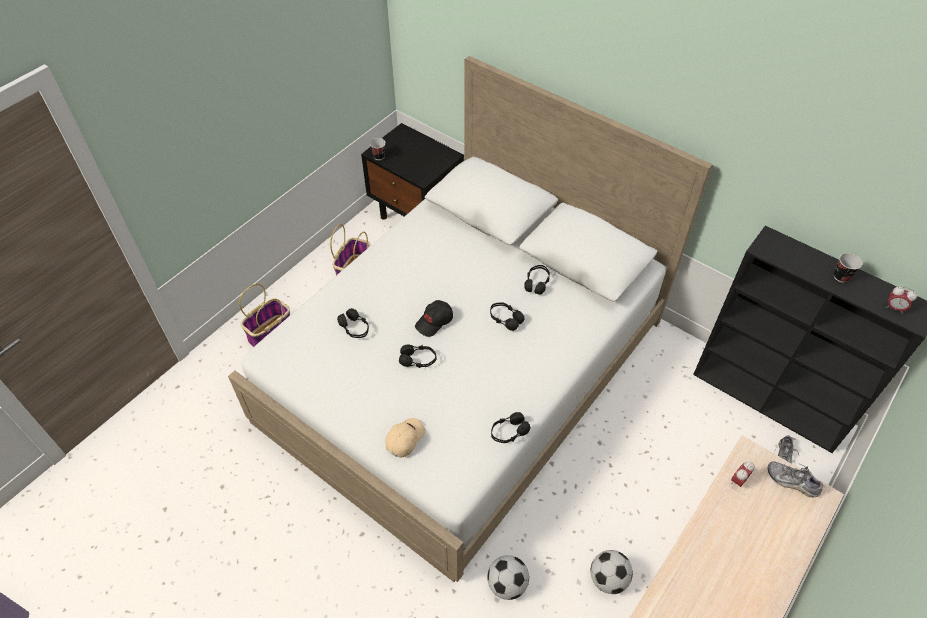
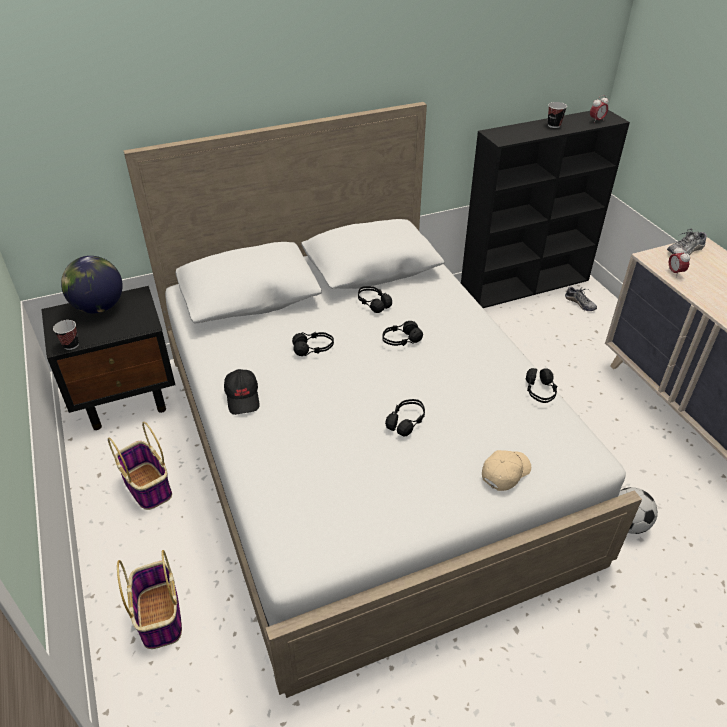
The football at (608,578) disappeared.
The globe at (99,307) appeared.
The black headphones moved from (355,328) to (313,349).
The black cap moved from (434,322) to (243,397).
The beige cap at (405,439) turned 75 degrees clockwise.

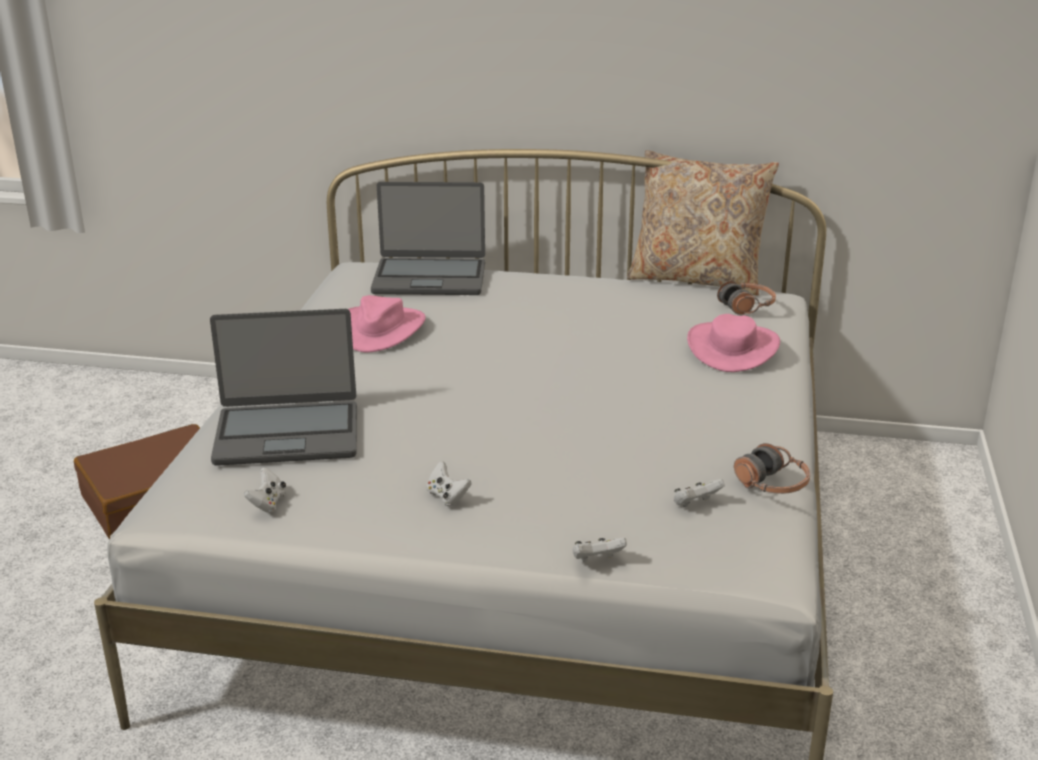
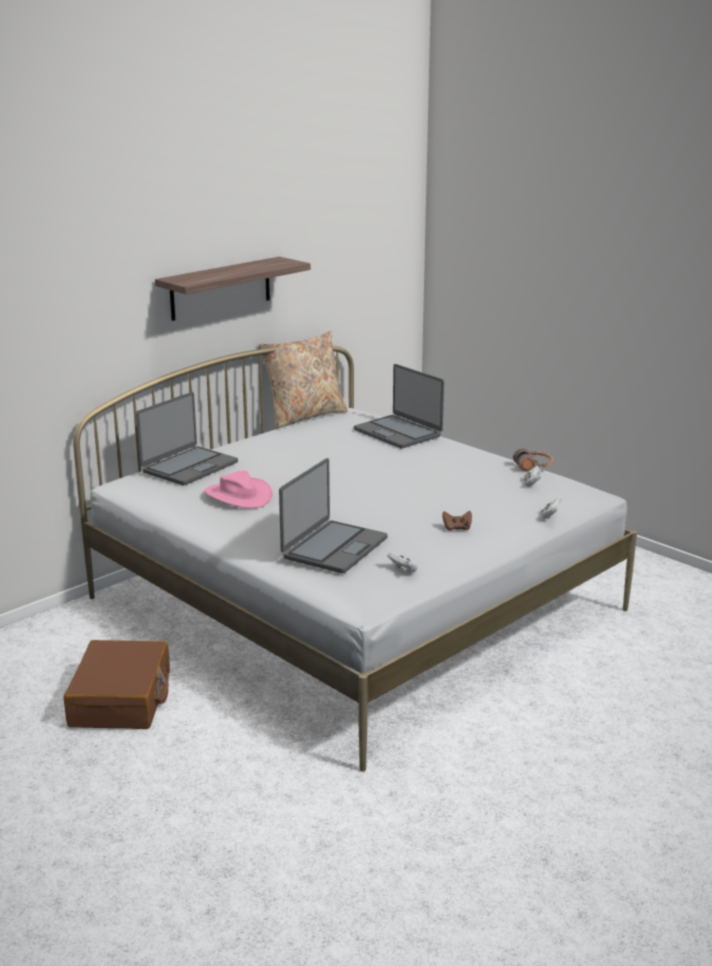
The headphones at (746,306) disappeared.
The shelf at (220,288) appeared.
The pink hat at (733,348) was replaced by the laptop at (398,433).
The white game controller at (447,497) became the brown game controller at (457,528).

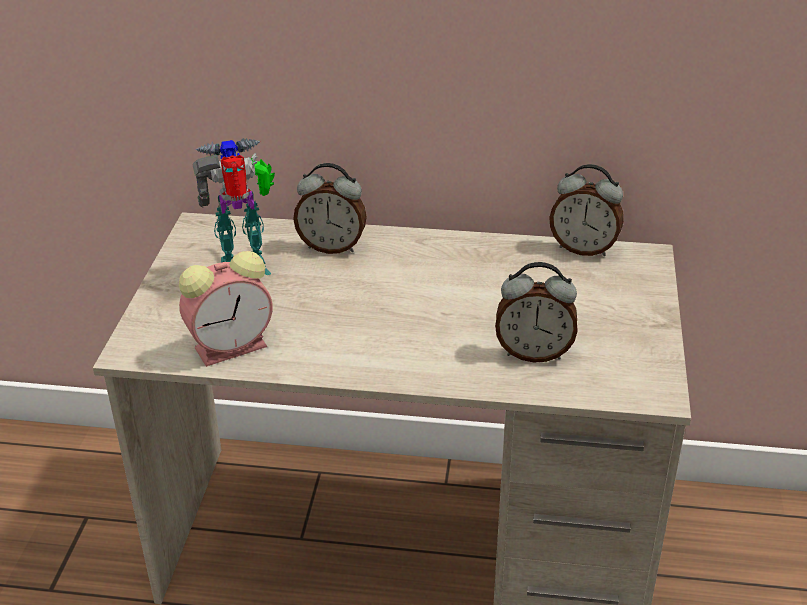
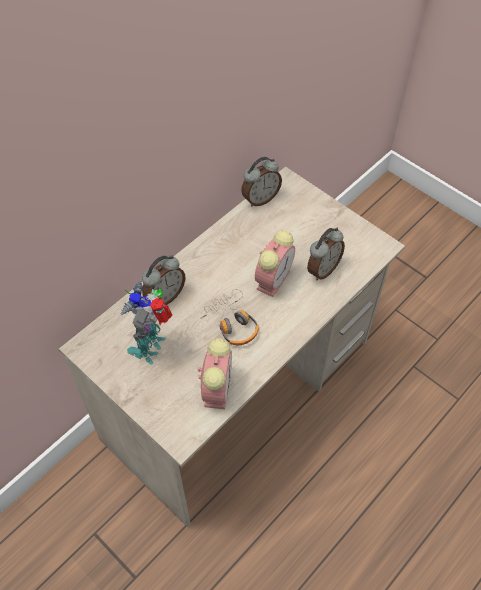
The headphones at (232,323) appeared.
The alarm clock at (273,278) appeared.

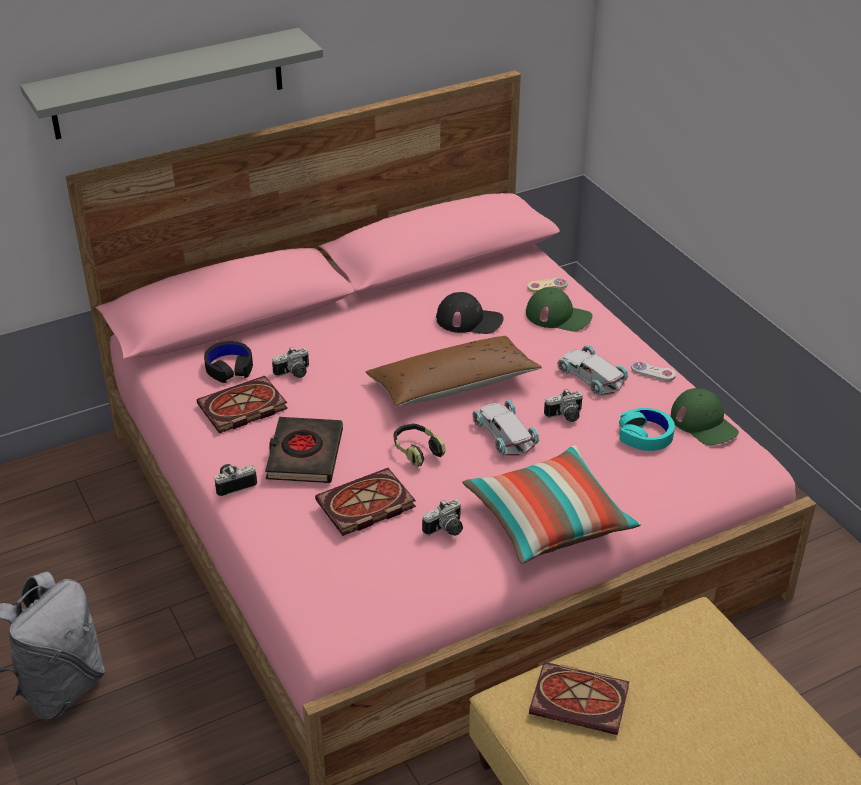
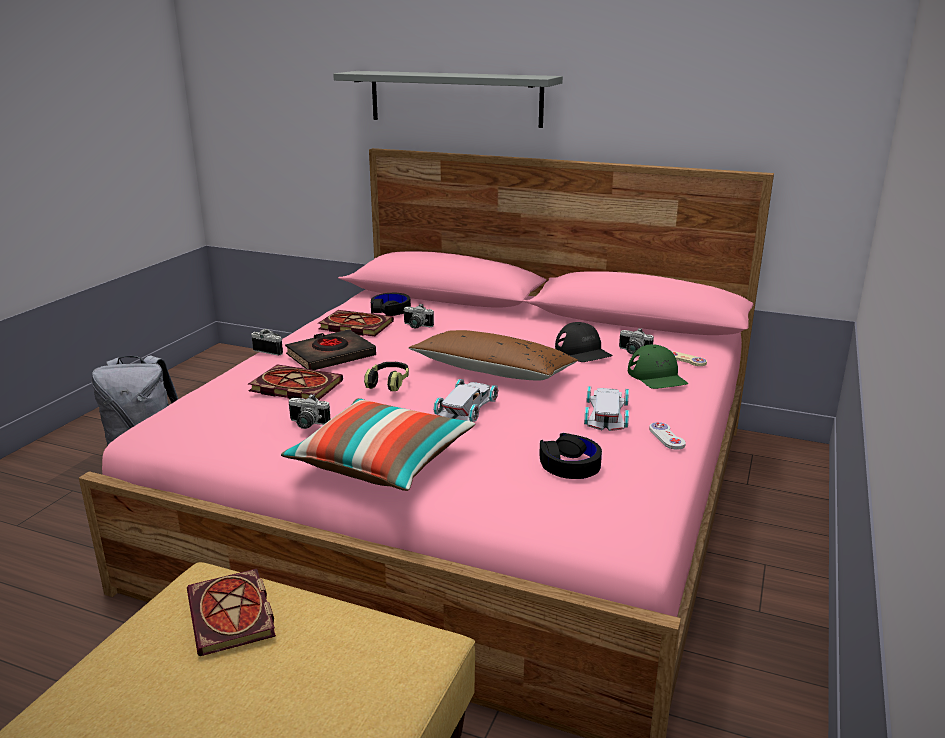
The green cap at (703,423) disappeared.
The photo camera moved from (565,416) to (632,352).
The turquoise headphones at (645,435) became the black headphones at (569,464).

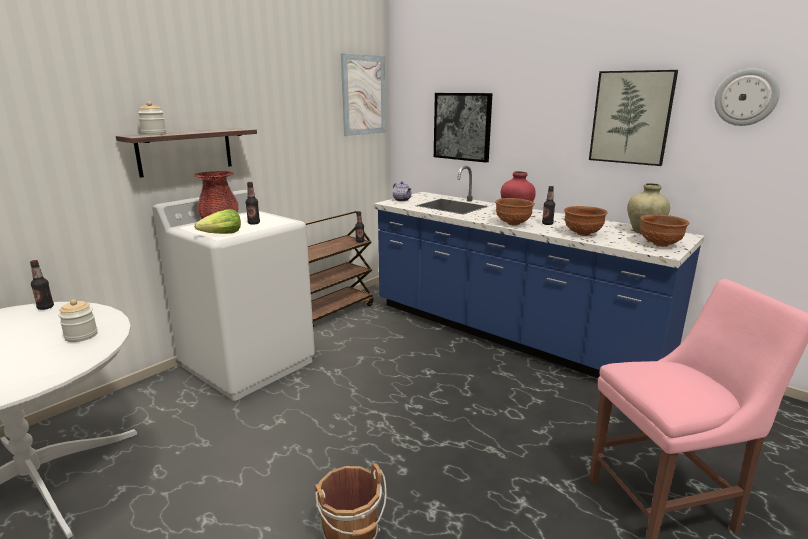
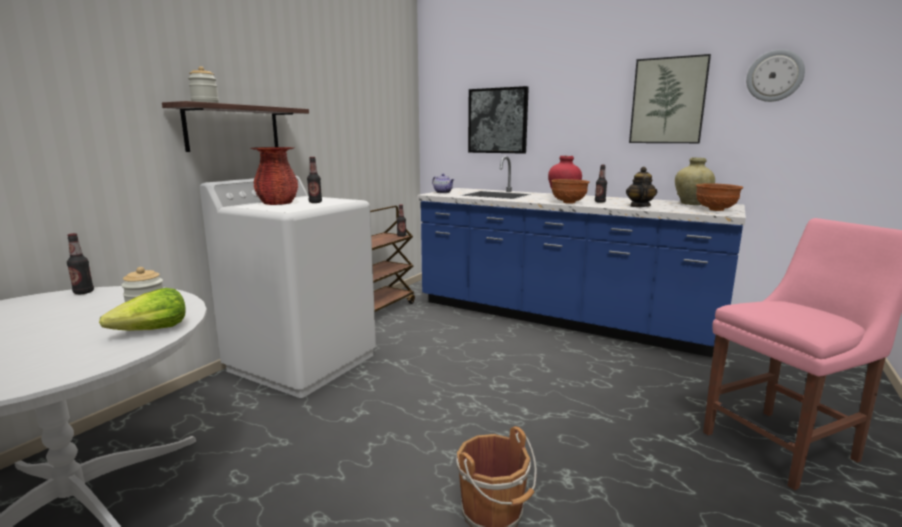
The picture at (363,95) disappeared.
The lettuce moved from (222,235) to (152,331).
The brown bowl at (582,234) was replaced by the teapot at (639,206).

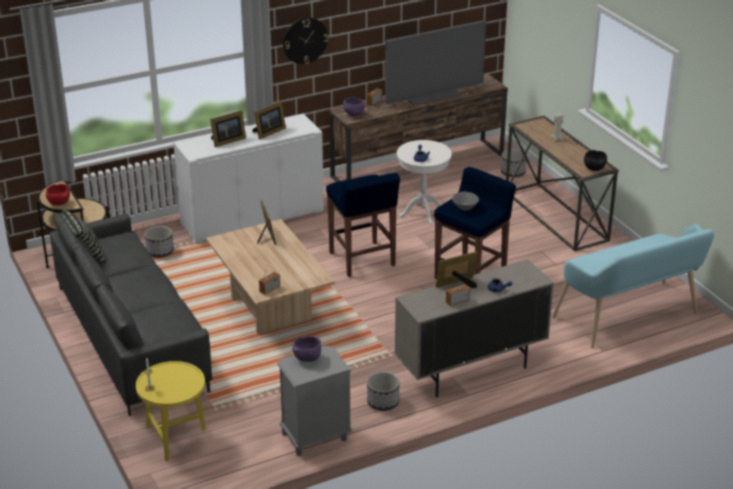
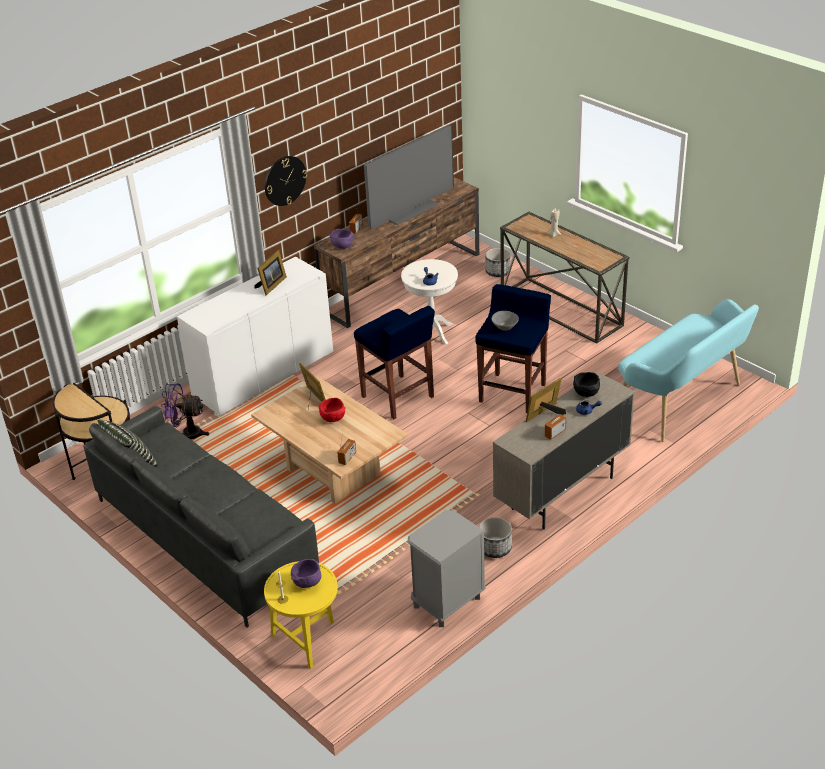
The picture frame at (227,141) disappeared.
The red bowl moved from (59,203) to (333,419).
The purple bowl moved from (307,359) to (307,583).
The black bowl moved from (595,169) to (587,393).
The planter at (160,252) was replaced by the purple fan at (186,434).

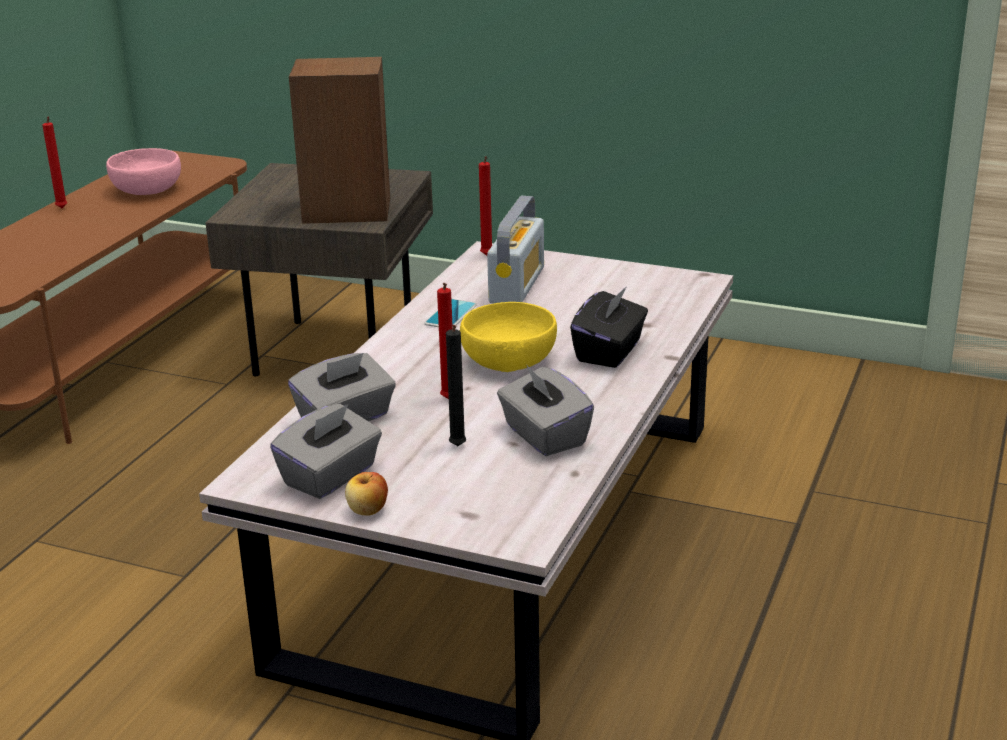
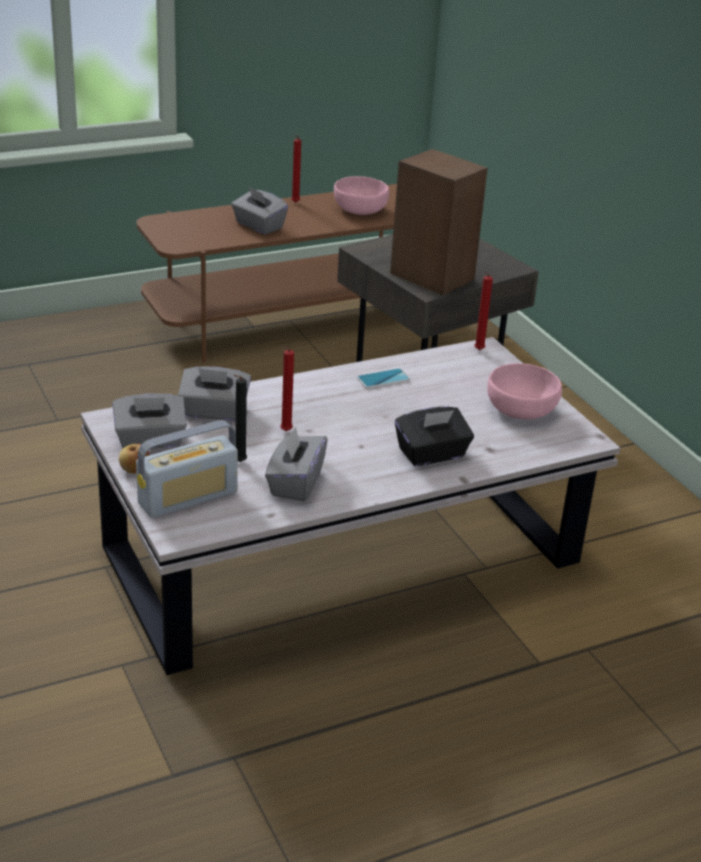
The yellow bowl at (510,360) disappeared.
The grey tissue box at (258,226) appeared.
The pink bowl at (520,409) appeared.
The radio moved from (517,285) to (188,498).

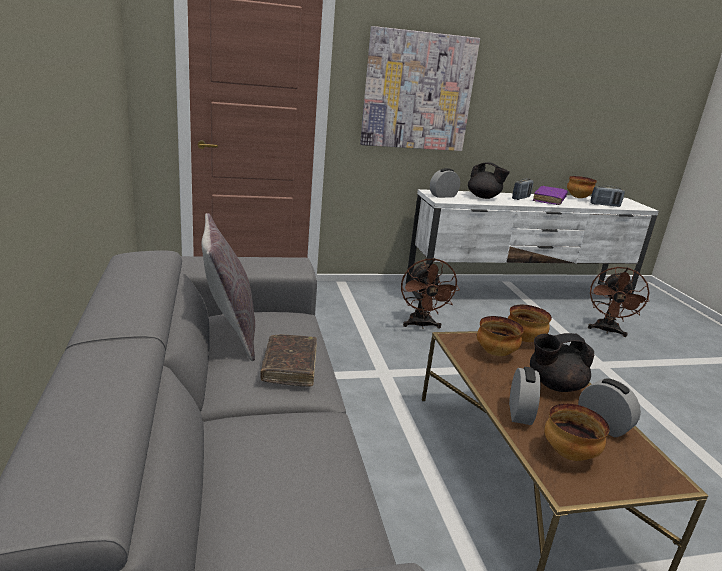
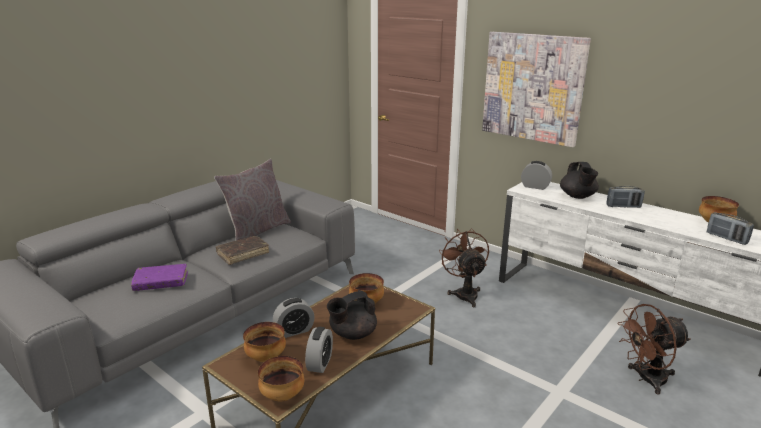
The bowl moved from (524,340) to (282,396).
The purple book moved from (549,200) to (161,282).
The brown fan at (421,325) turned 120 degrees clockwise.
The black teapot at (554,385) turned 75 degrees counterclockwise.

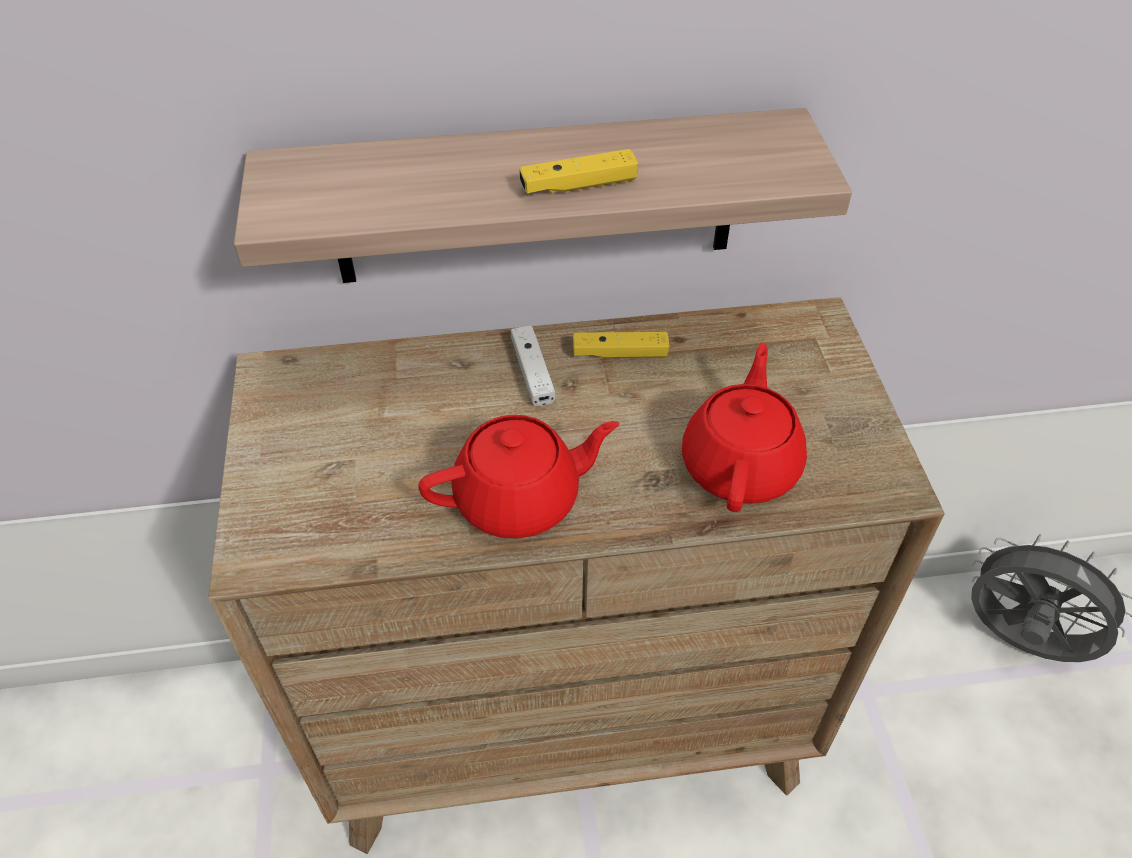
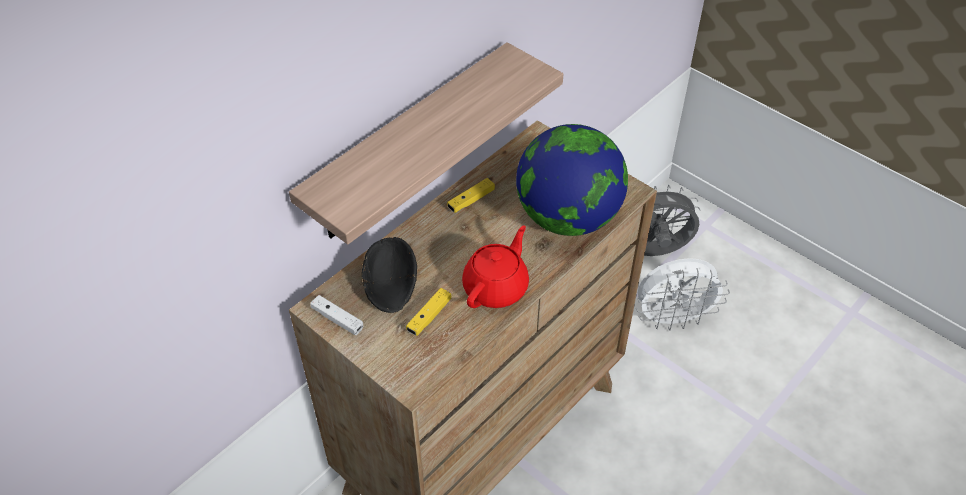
The black bowl at (389,288) appeared.
The white fan at (673,319) appeared.
The white game controller moved from (532,373) to (337,319).
The yellow game controller moved from (578,185) to (429,316).
The red teapot at (741,464) was replaced by the globe at (568,218).

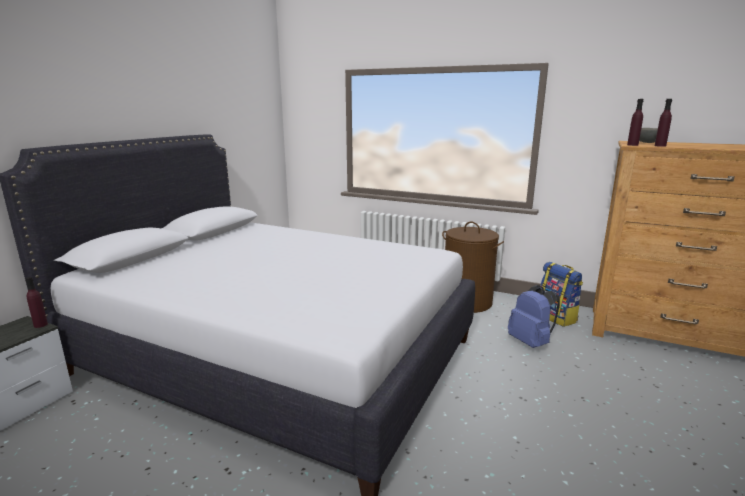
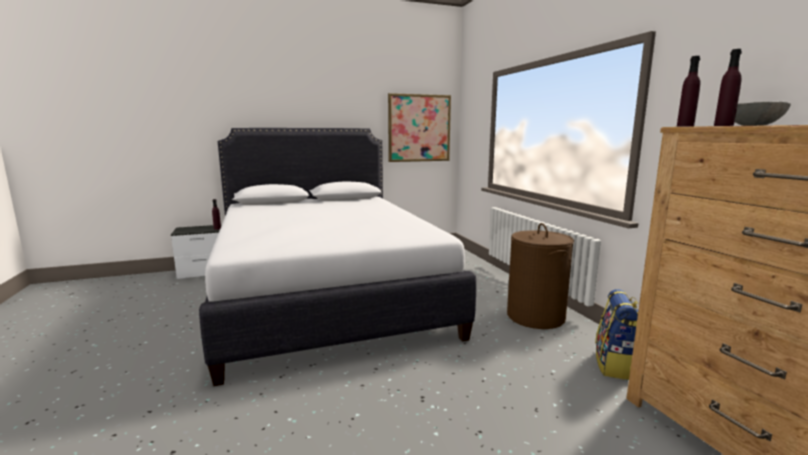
The blue backpack at (531,342) disappeared.
The picture at (419,128) appeared.

